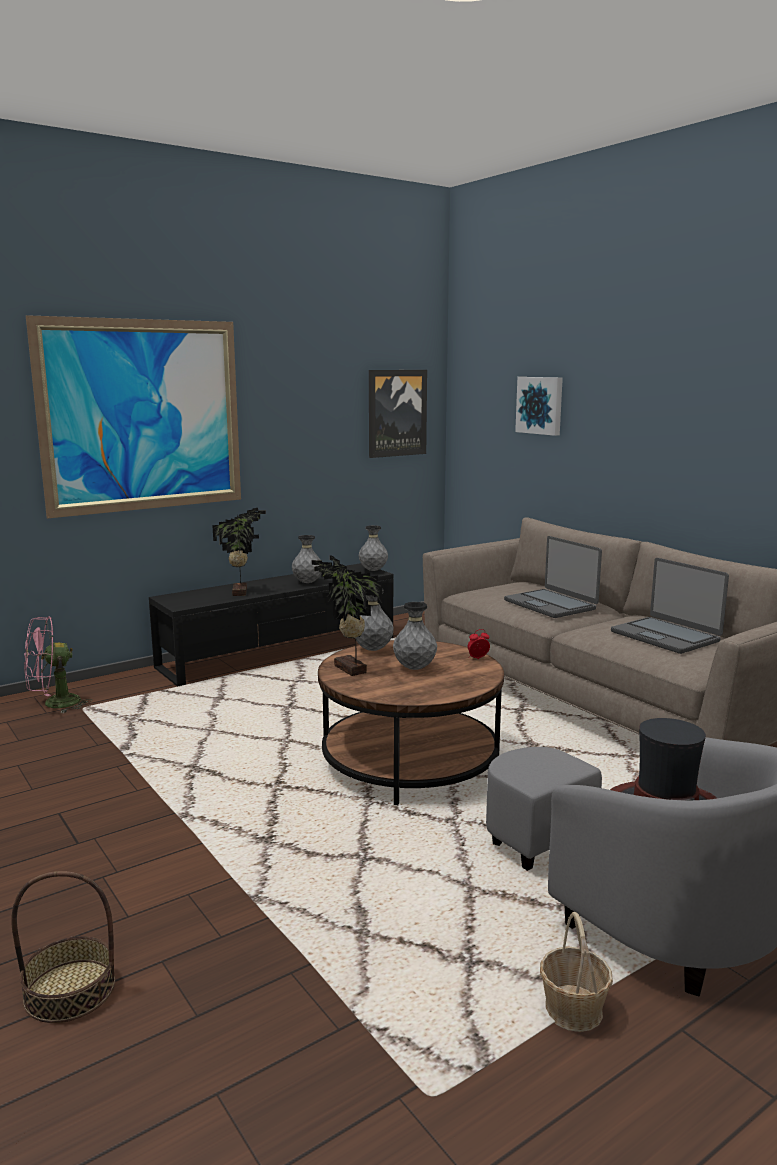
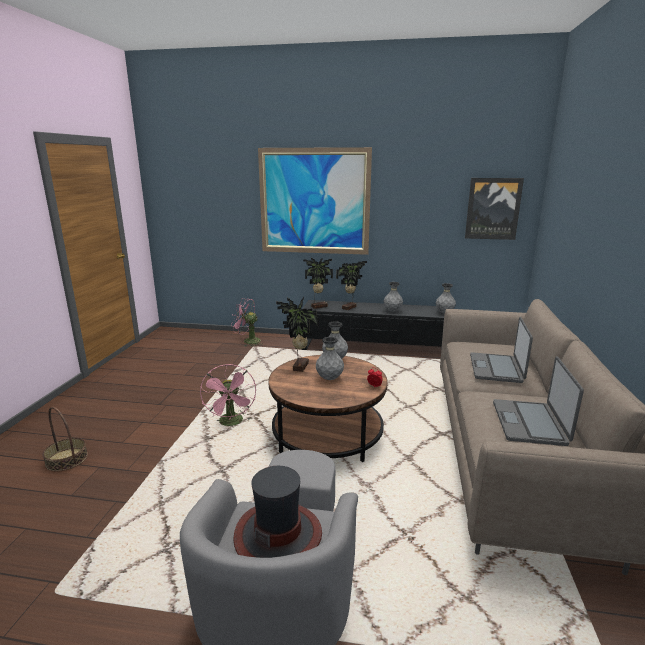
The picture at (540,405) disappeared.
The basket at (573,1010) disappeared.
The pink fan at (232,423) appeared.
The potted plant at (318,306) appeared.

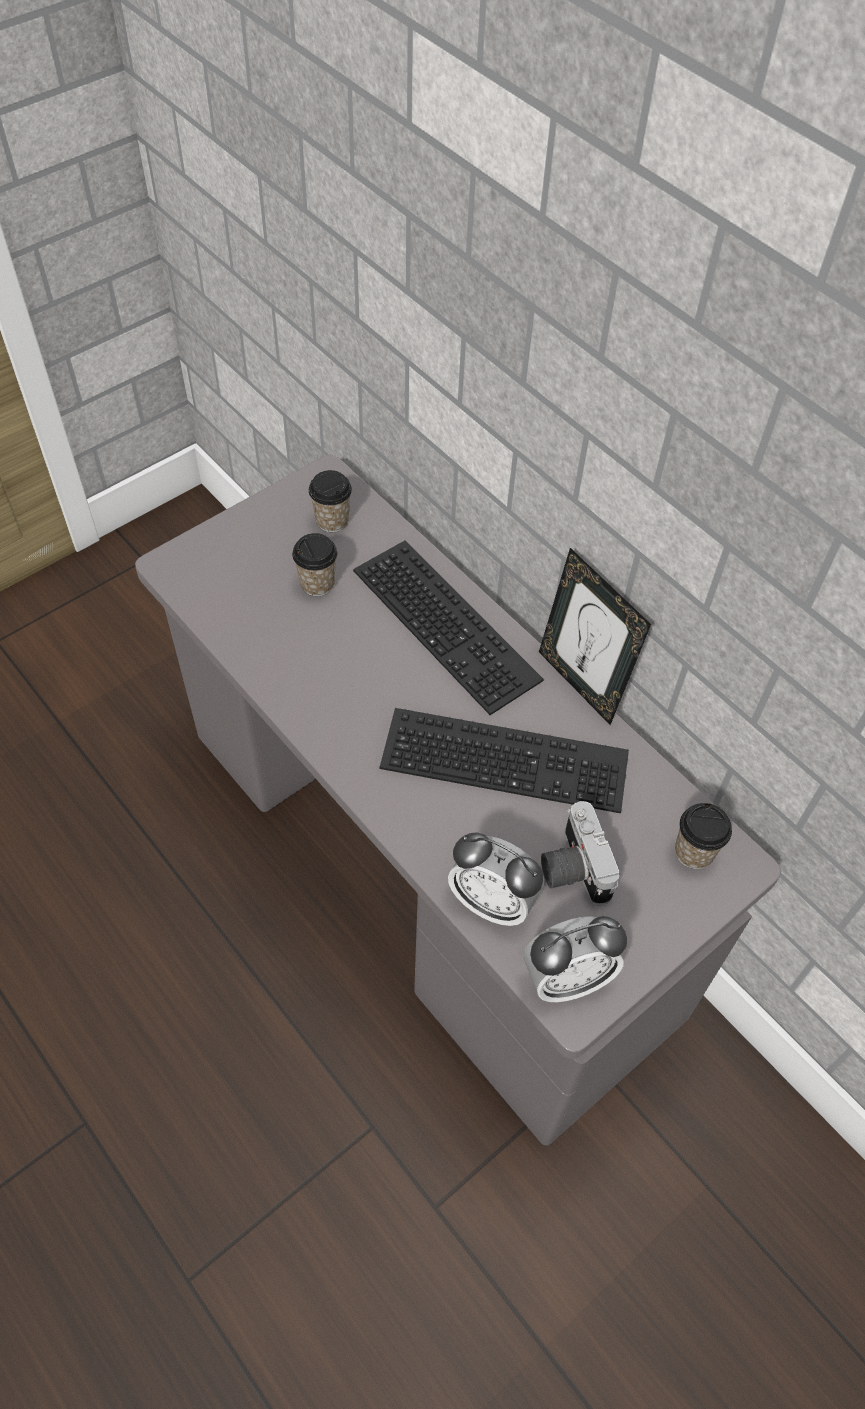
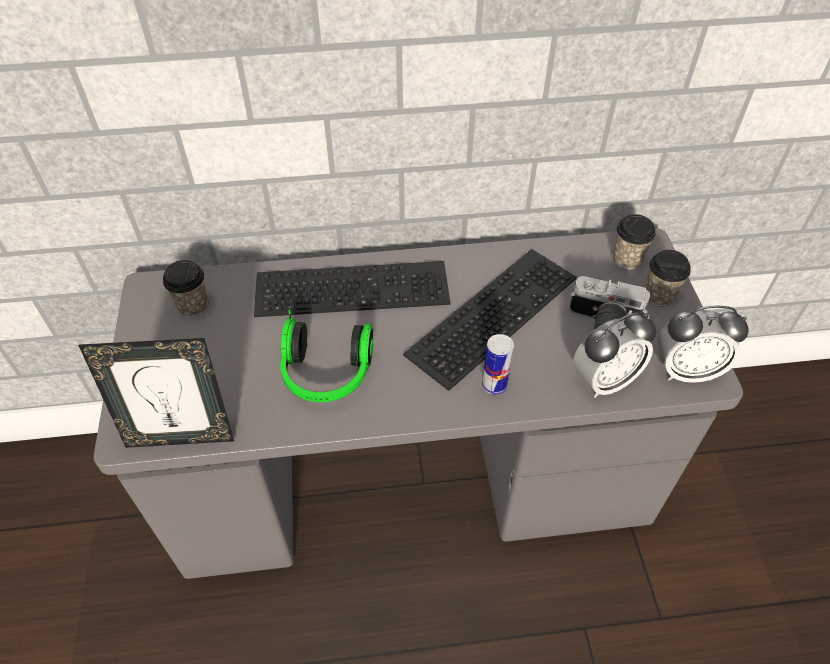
The headphones at (326,375) appeared.
The can at (494,385) appeared.
The cup moved from (317,584) to (658,295).
The picture frame moved from (580,683) to (181,436).
The alarm clock at (566,978) turned 75 degrees clockwise.

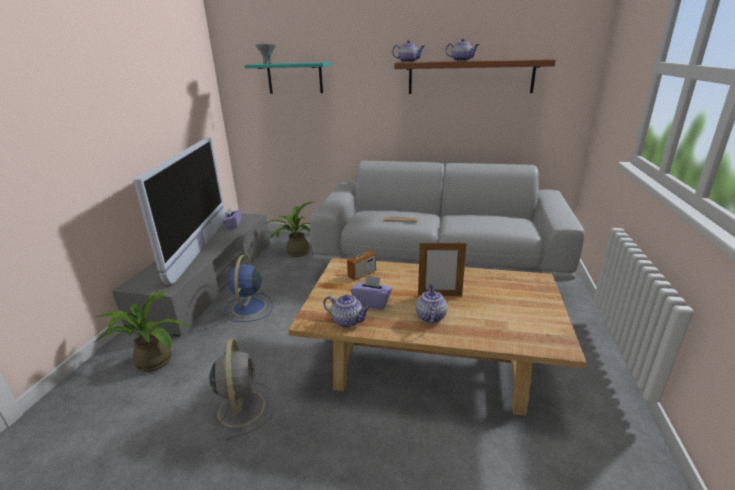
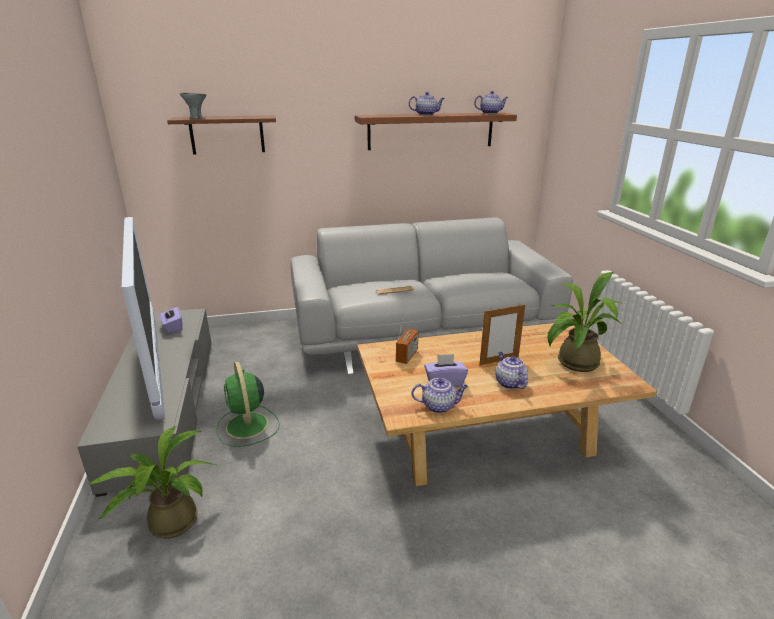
The grey fan at (242,407) disappeared.
The potted plant moved from (295,252) to (573,364).
The teapot moved from (408,62) to (490,113).
The blue fan at (248,308) became the green fan at (247,426).
The turquoise shelf at (295,78) became the brown shelf at (227,134).

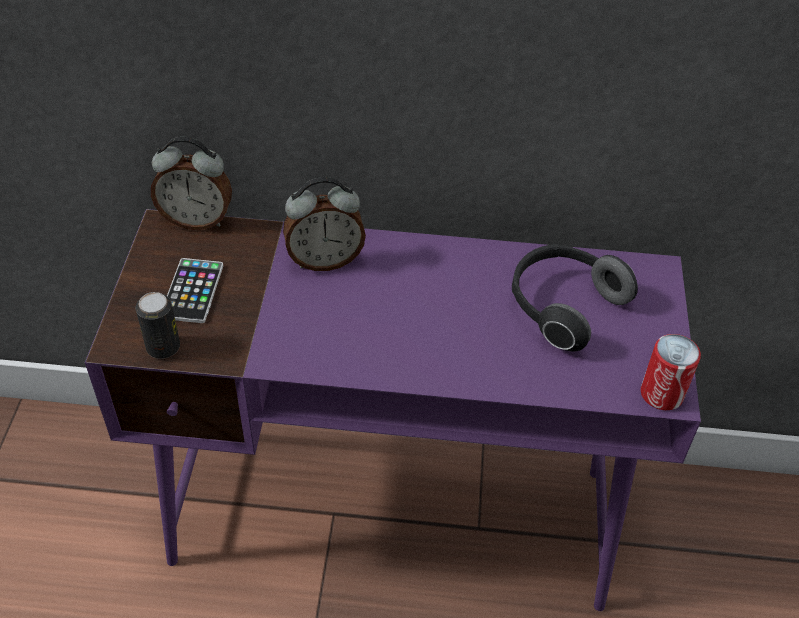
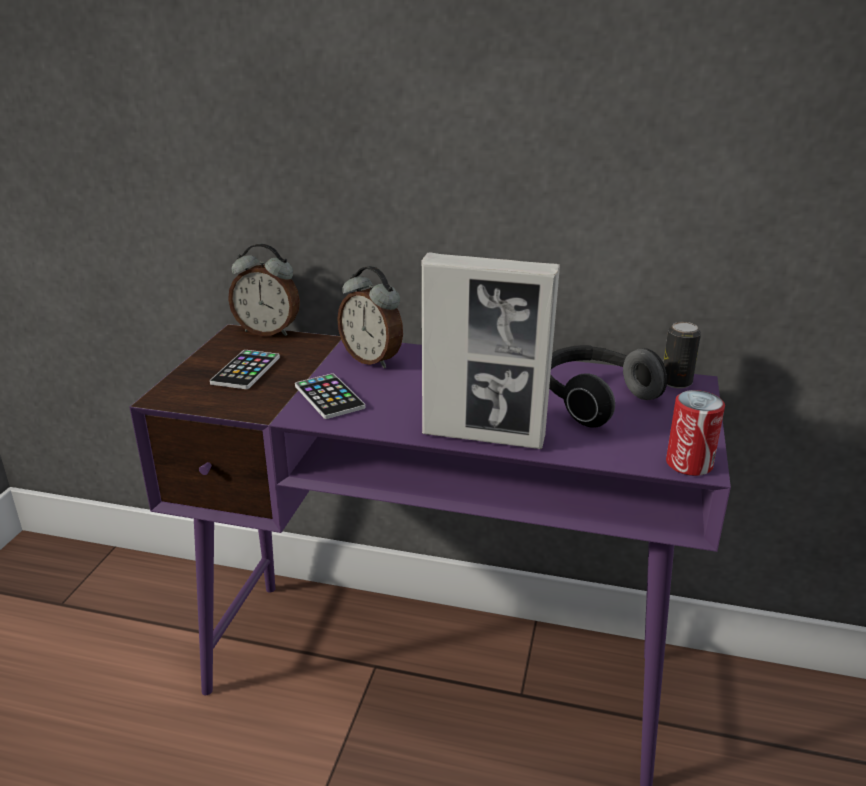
The phone at (329,397) appeared.
The picture frame at (484,436) appeared.
The can moved from (163,347) to (676,382).
The alarm clock at (325,260) turned 45 degrees clockwise.

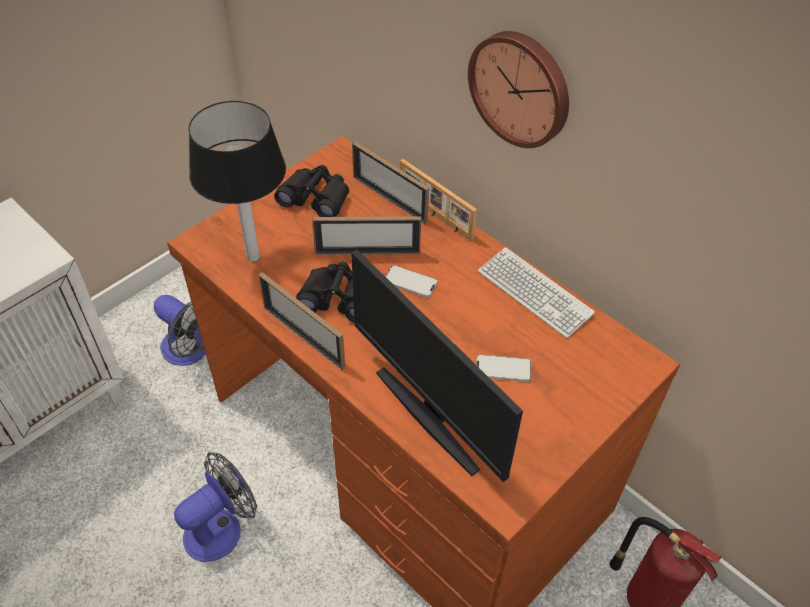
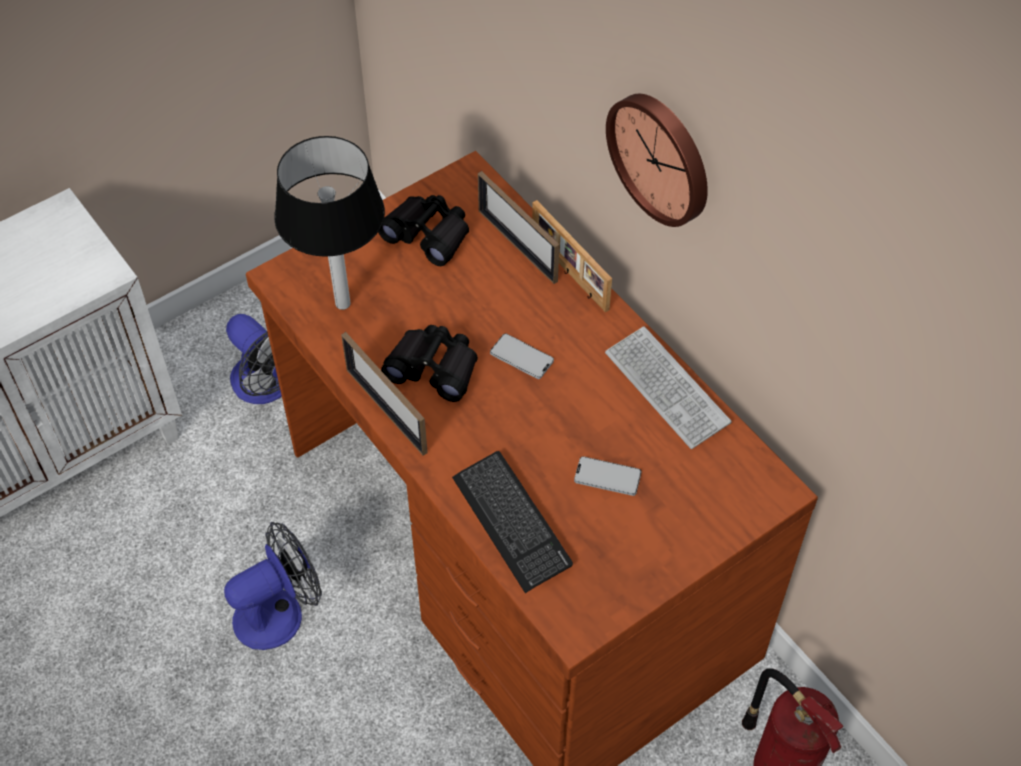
The picture frame at (367,253) disappeared.
The monitor at (429,417) was replaced by the keyboard at (511,522).

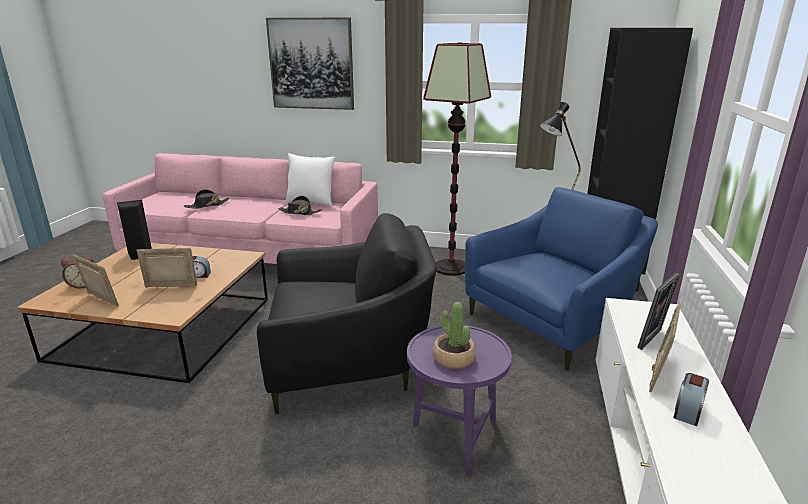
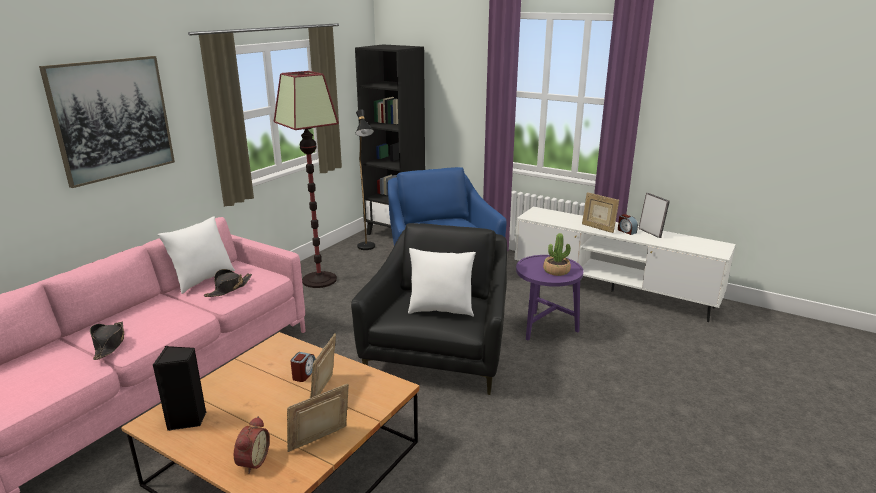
The white pillow at (441,310) appeared.
The picture frame moved from (652,340) to (651,233).

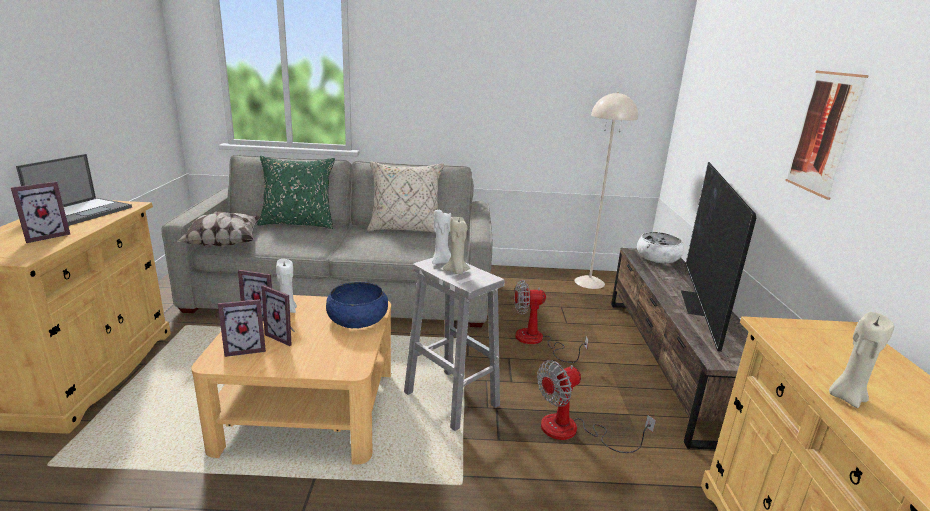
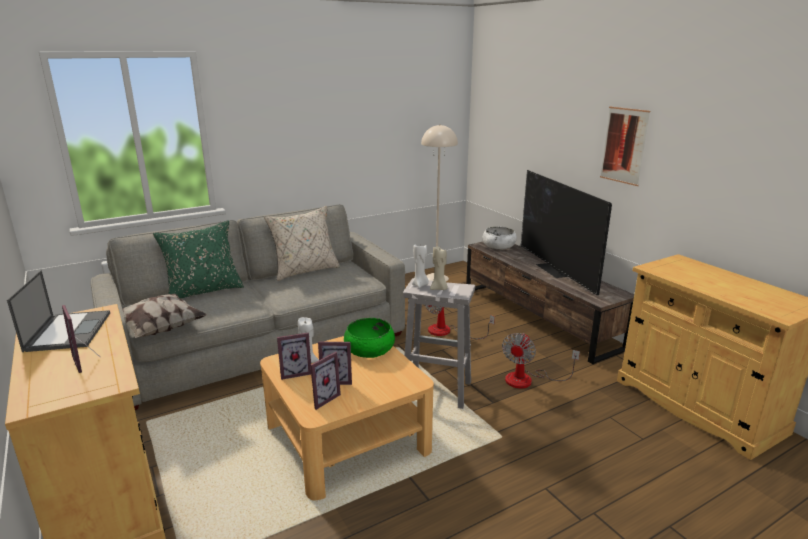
The beige candle at (846,397) disappeared.
The blue bowl at (357,319) became the green bowl at (369,349).
The picture frame at (45,236) turned 135 degrees clockwise.

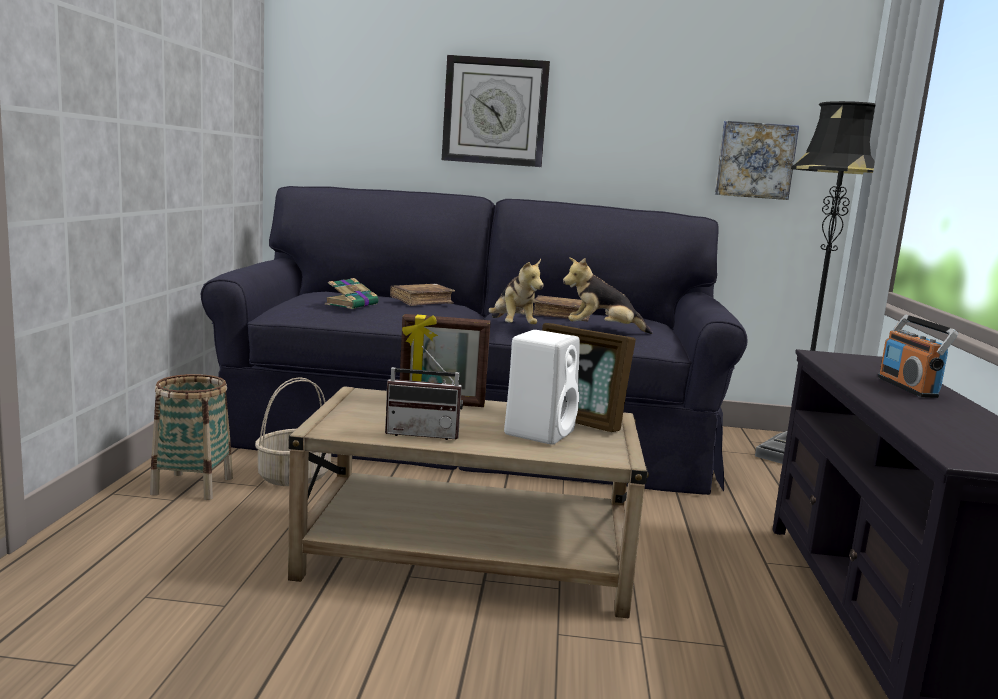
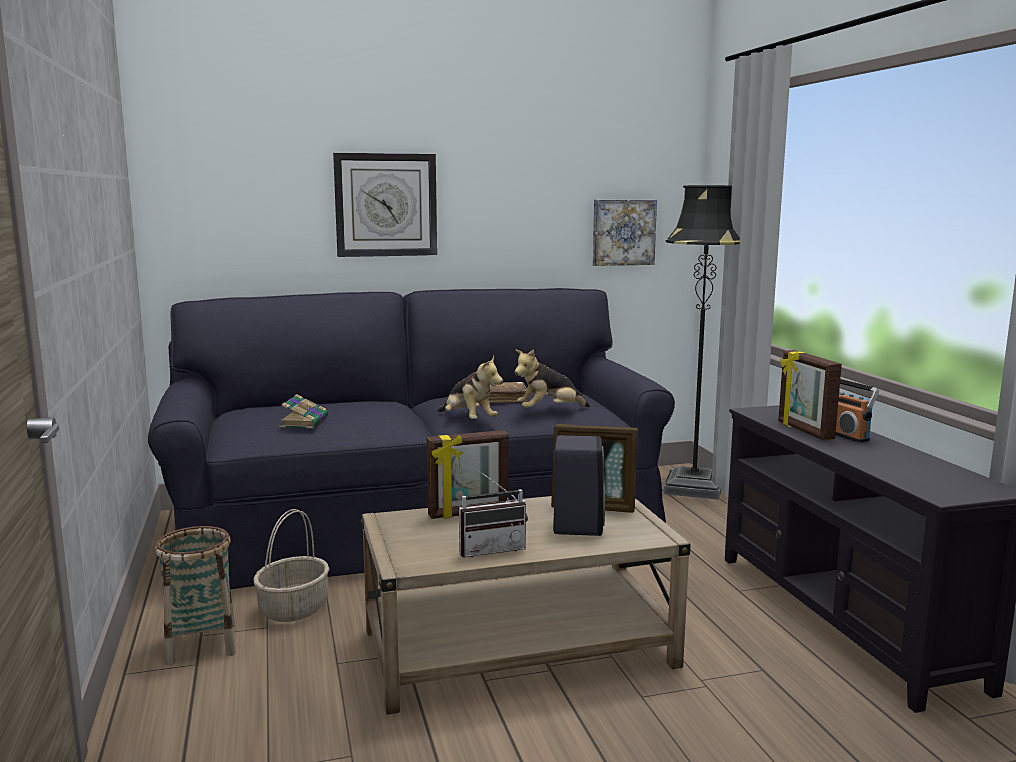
The brown book at (421,302) disappeared.
The picture frame at (804,431) appeared.
The white speaker at (540,432) became the black speaker at (577,525).

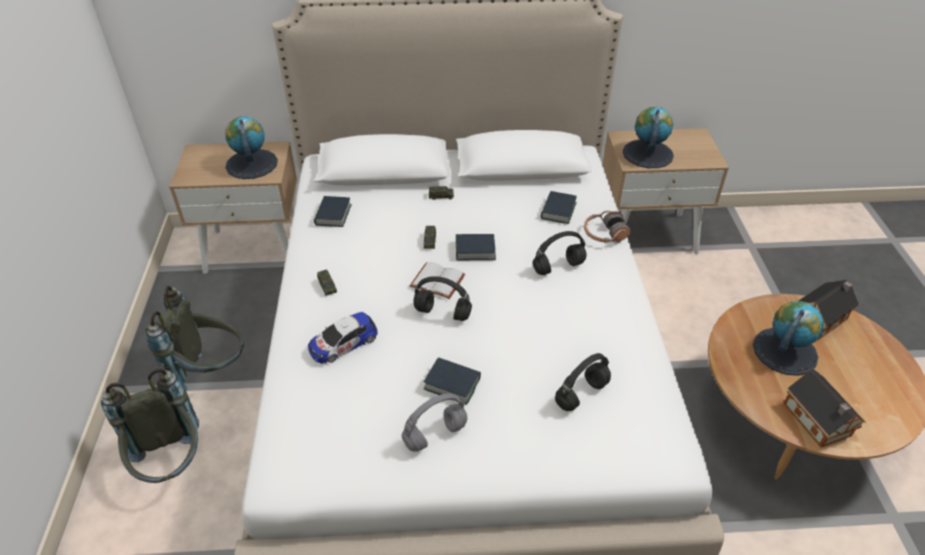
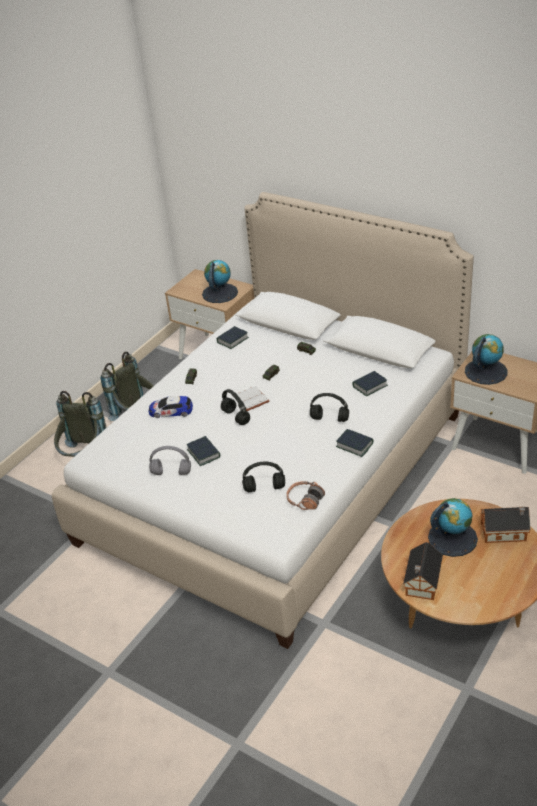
The book moved from (475,250) to (354,445).
The headphones moved from (604,234) to (305,500).

